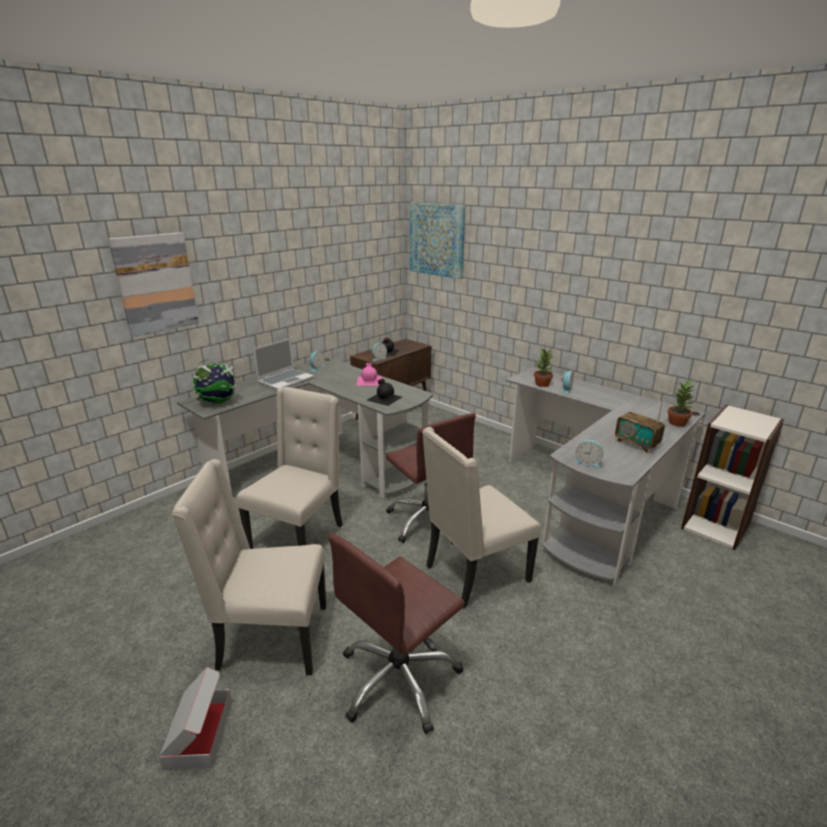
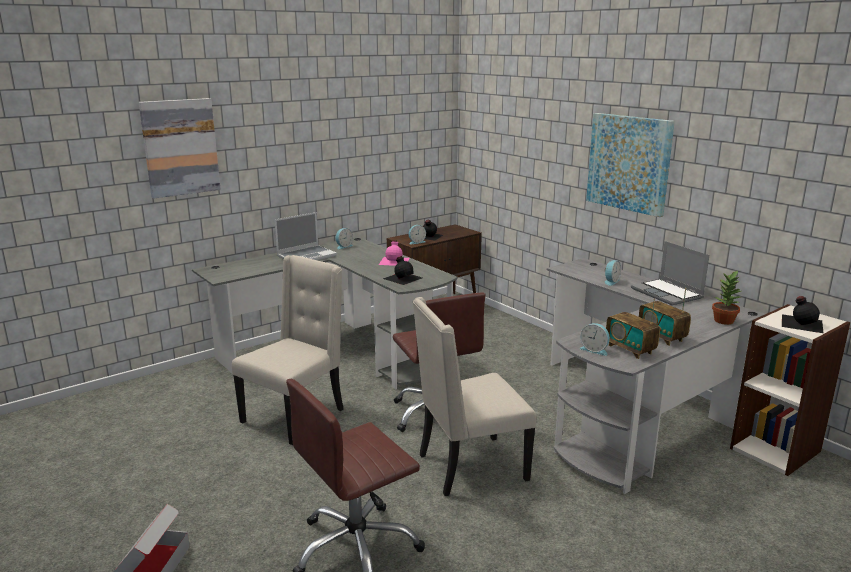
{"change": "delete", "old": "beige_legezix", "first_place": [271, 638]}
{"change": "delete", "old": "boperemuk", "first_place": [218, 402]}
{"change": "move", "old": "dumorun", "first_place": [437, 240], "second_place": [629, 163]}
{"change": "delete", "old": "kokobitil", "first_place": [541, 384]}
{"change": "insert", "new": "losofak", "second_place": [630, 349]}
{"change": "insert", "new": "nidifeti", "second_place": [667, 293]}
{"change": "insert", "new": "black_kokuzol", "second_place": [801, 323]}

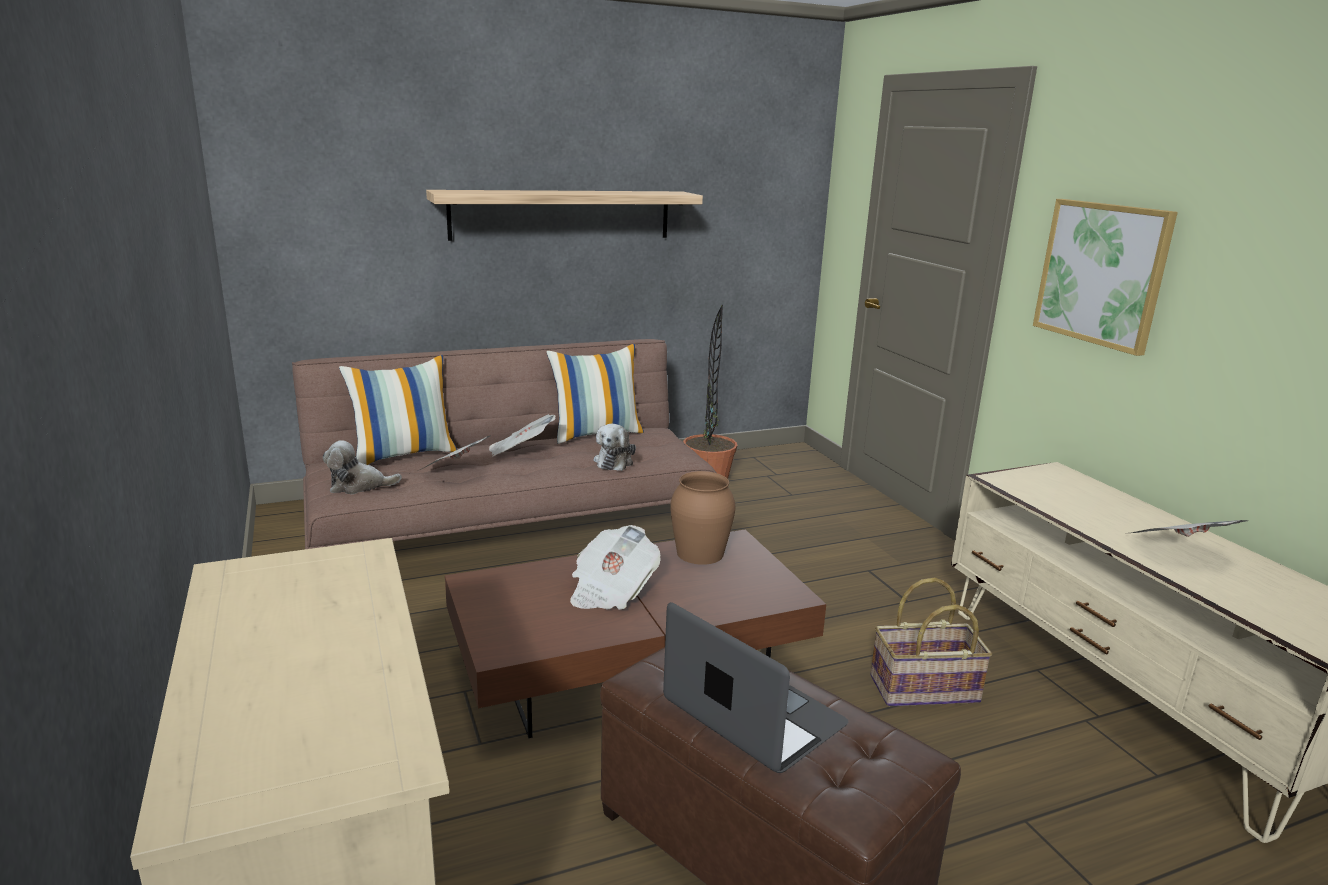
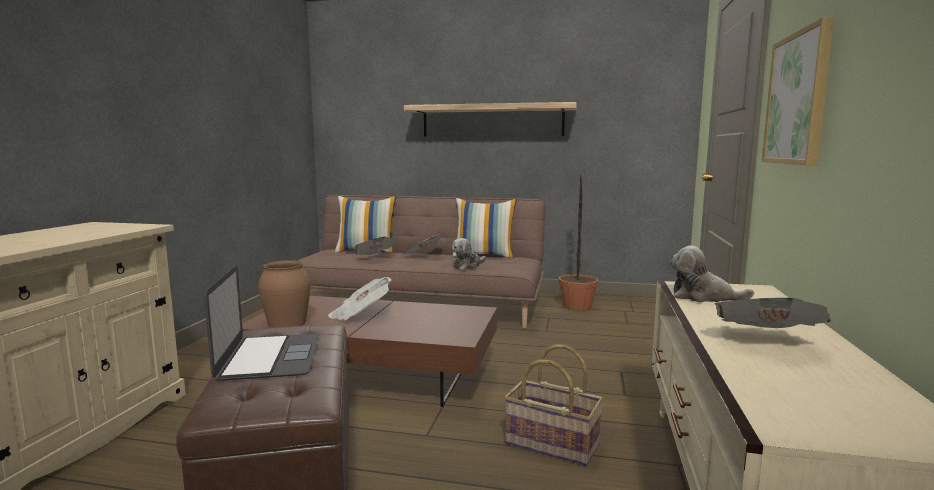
{"change": "move", "old": "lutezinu", "first_place": [358, 486], "second_place": [703, 297]}
{"change": "move", "old": "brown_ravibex", "first_place": [699, 553], "second_place": [286, 323]}

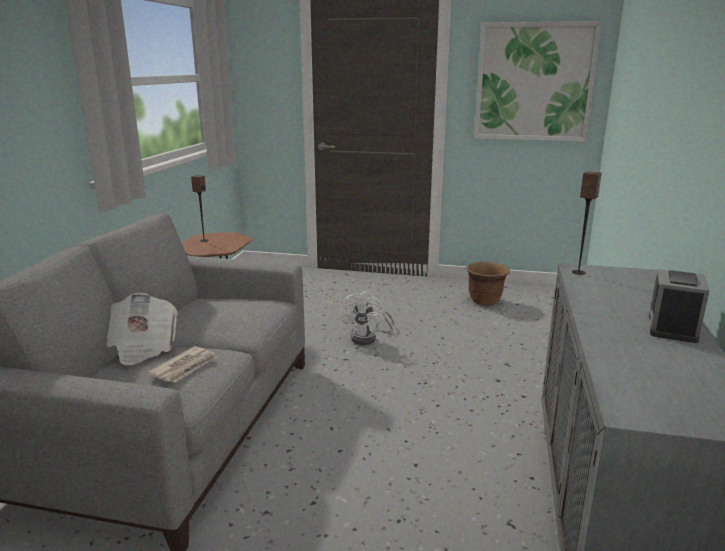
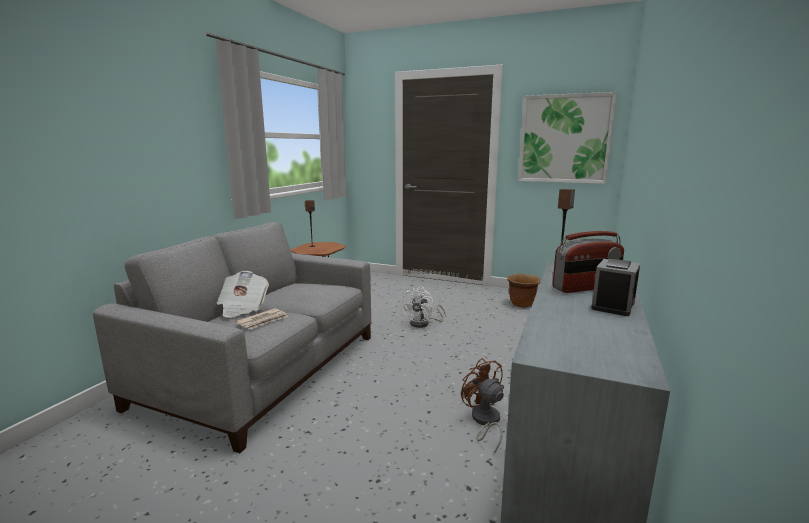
{"change": "insert", "new": "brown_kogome", "second_place": [484, 422]}
{"change": "insert", "new": "losofak", "second_place": [586, 287]}

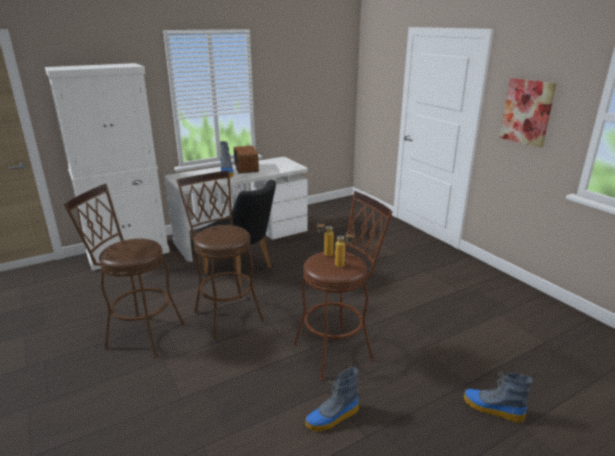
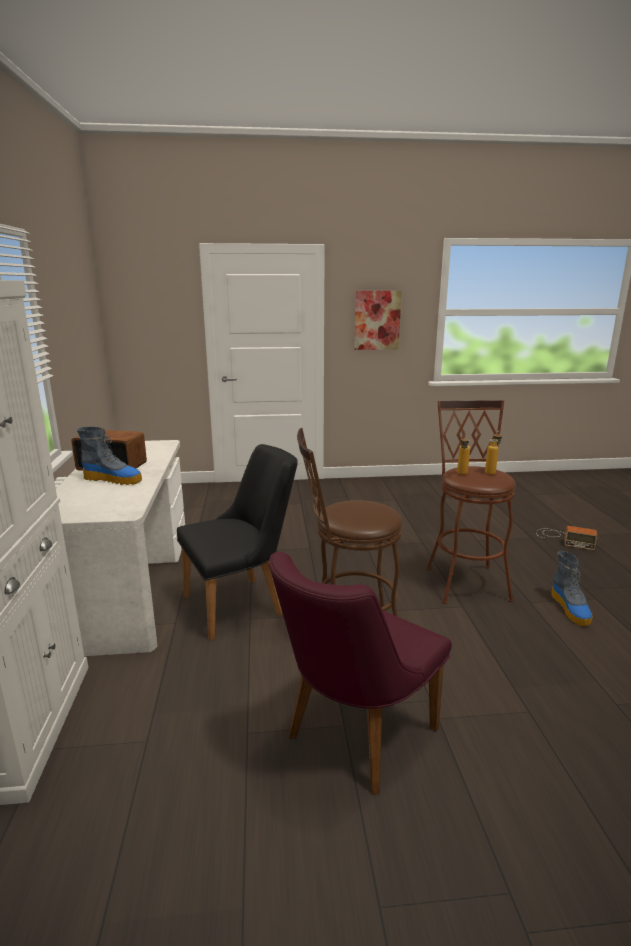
{"change": "replace", "old": "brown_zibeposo", "new": "purple_legezix", "first_place": [140, 334], "second_place": [352, 738]}
{"change": "replace", "old": "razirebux", "new": "losofak", "first_place": [492, 409], "second_place": [563, 538]}

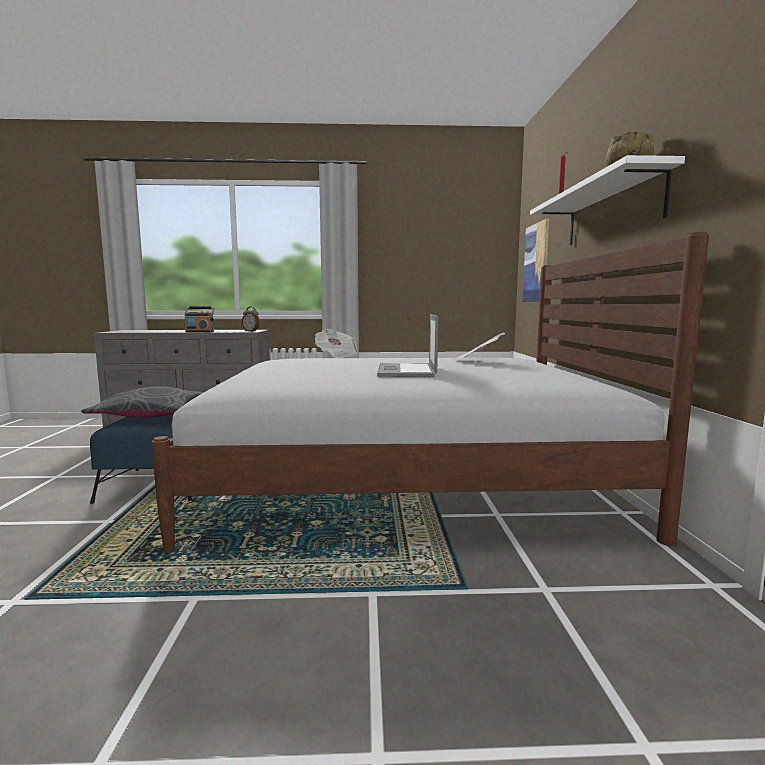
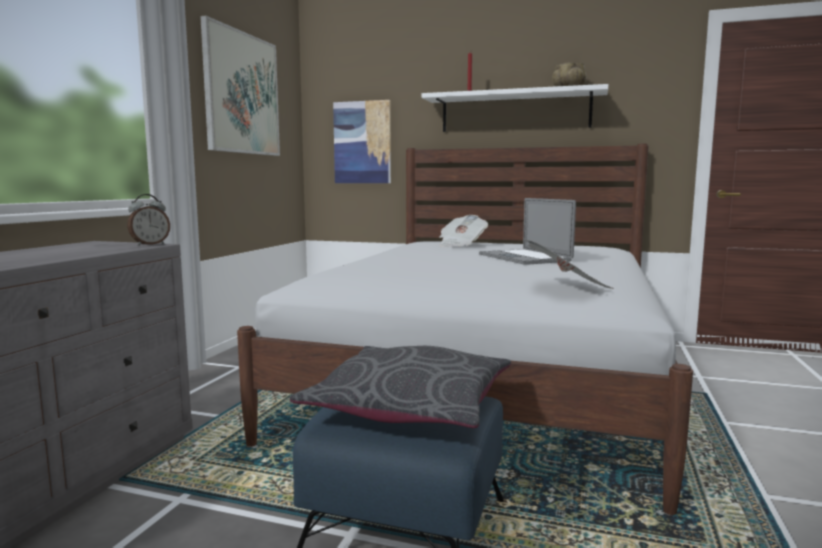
{"change": "delete", "old": "losofak", "first_place": [199, 331]}
{"change": "move", "old": "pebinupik", "first_place": [336, 356], "second_place": [567, 287]}
{"change": "rotate", "old": "nidifeti", "first_place": [406, 371], "second_place": [524, 257], "degrees": 45}
{"change": "insert", "new": "dumorun", "second_place": [242, 93]}

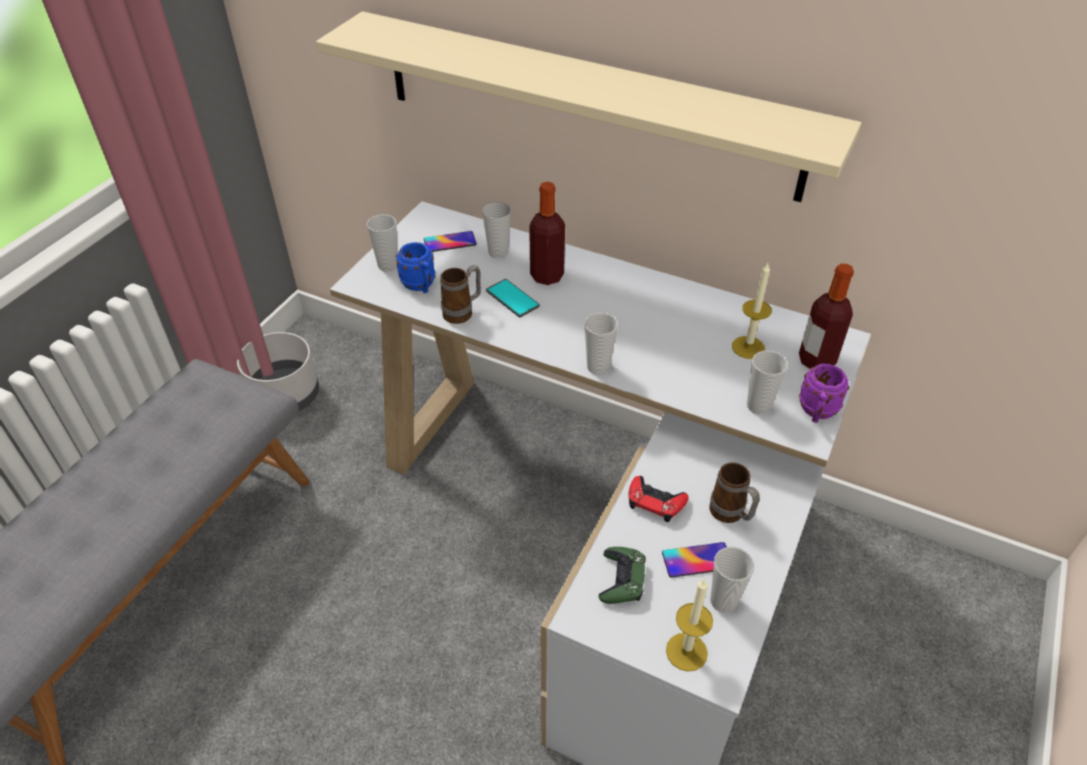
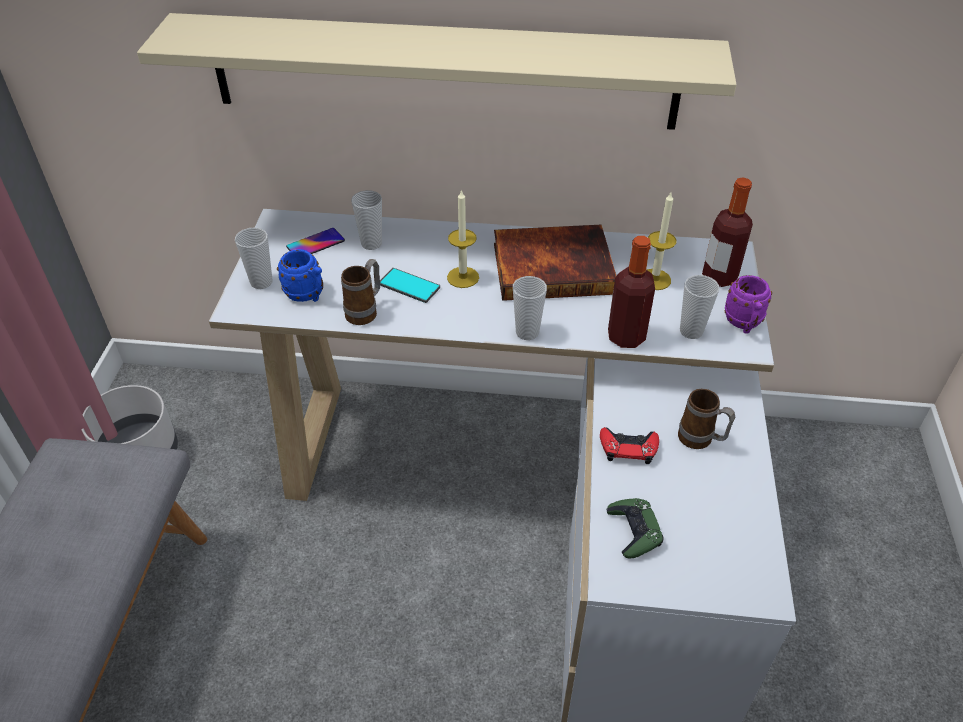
{"change": "move", "old": "kokuzol", "first_place": [547, 276], "second_place": [626, 337]}
{"change": "delete", "old": "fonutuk", "first_place": [697, 560]}
{"change": "move", "old": "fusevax", "first_place": [686, 651], "second_place": [463, 277]}
{"change": "delete", "old": "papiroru", "first_place": [723, 601]}
{"change": "insert", "new": "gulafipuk", "second_place": [553, 266]}

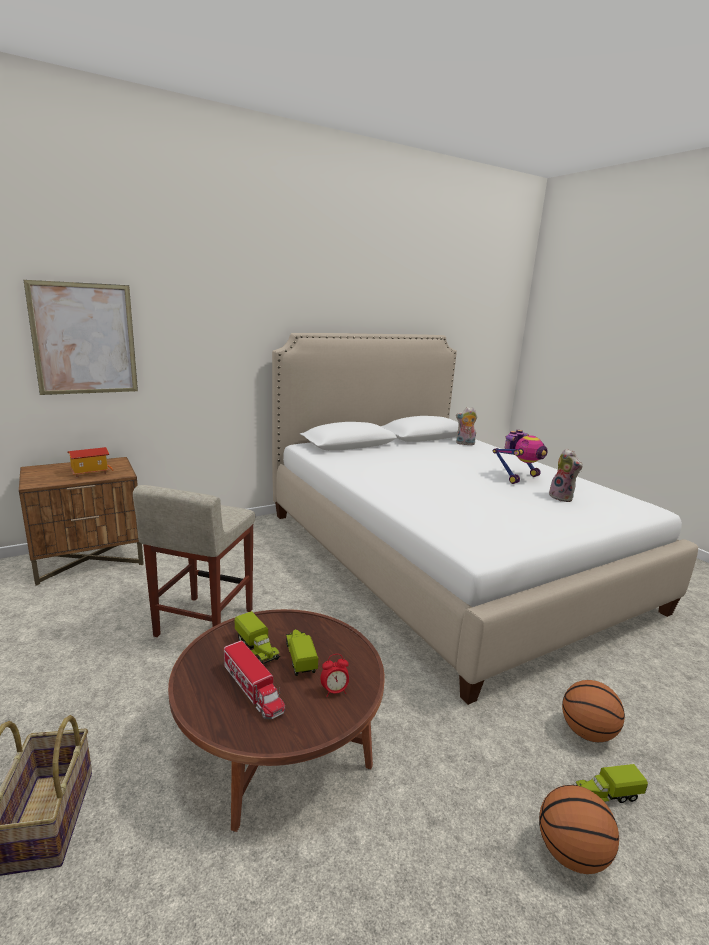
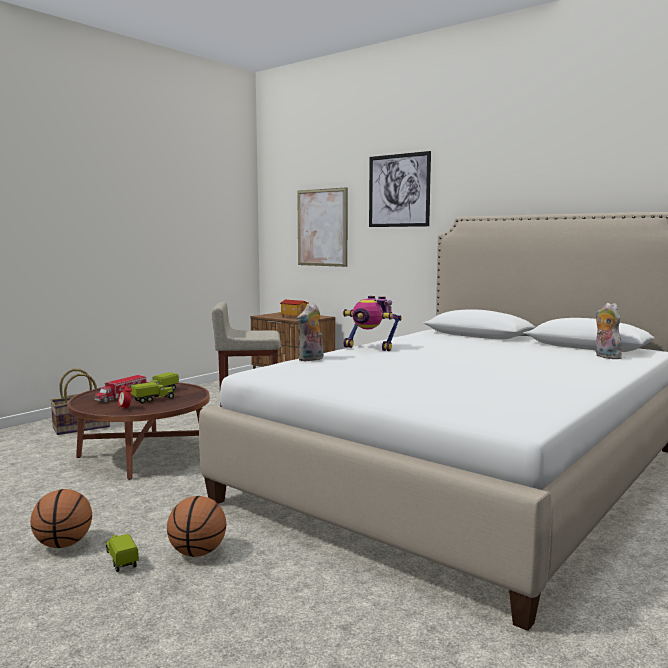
{"change": "move", "old": "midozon", "first_place": [519, 477], "second_place": [370, 348]}
{"change": "move", "old": "lutezinu", "first_place": [562, 497], "second_place": [311, 359]}
{"change": "insert", "new": "dumorun", "second_place": [399, 190]}

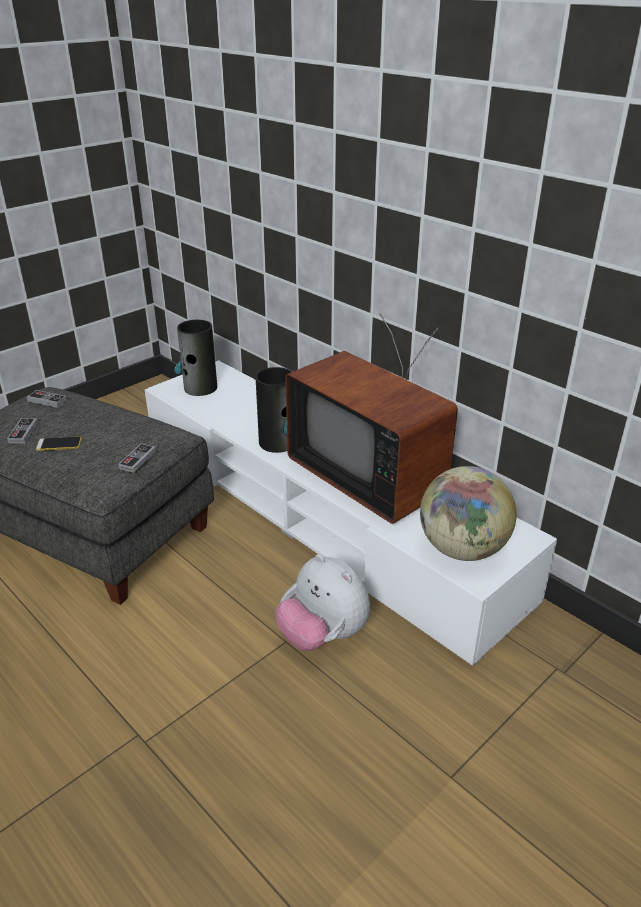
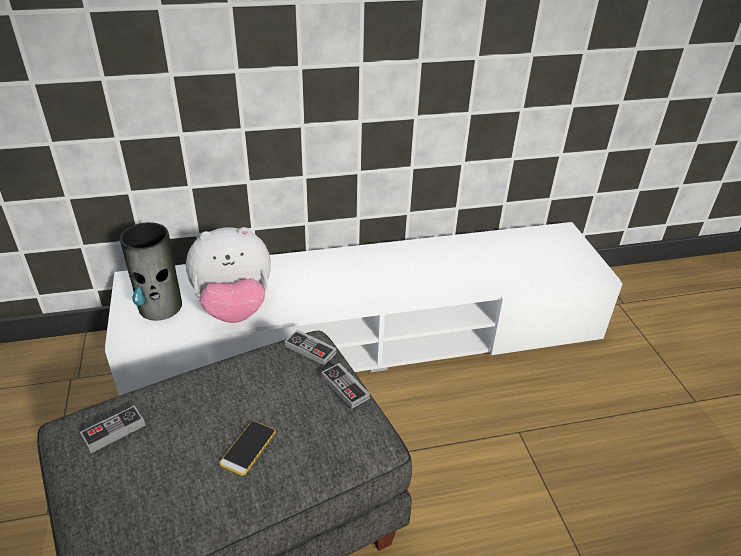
{"change": "move", "old": "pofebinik", "first_place": [23, 433], "second_place": [310, 349]}
{"change": "delete", "old": "ravibex", "first_place": [278, 442]}
{"change": "move", "old": "lutezinu", "first_place": [323, 635], "second_place": [234, 307]}
{"change": "delete", "old": "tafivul", "first_place": [372, 476]}
{"change": "delete", "old": "boperemuk", "first_place": [462, 549]}

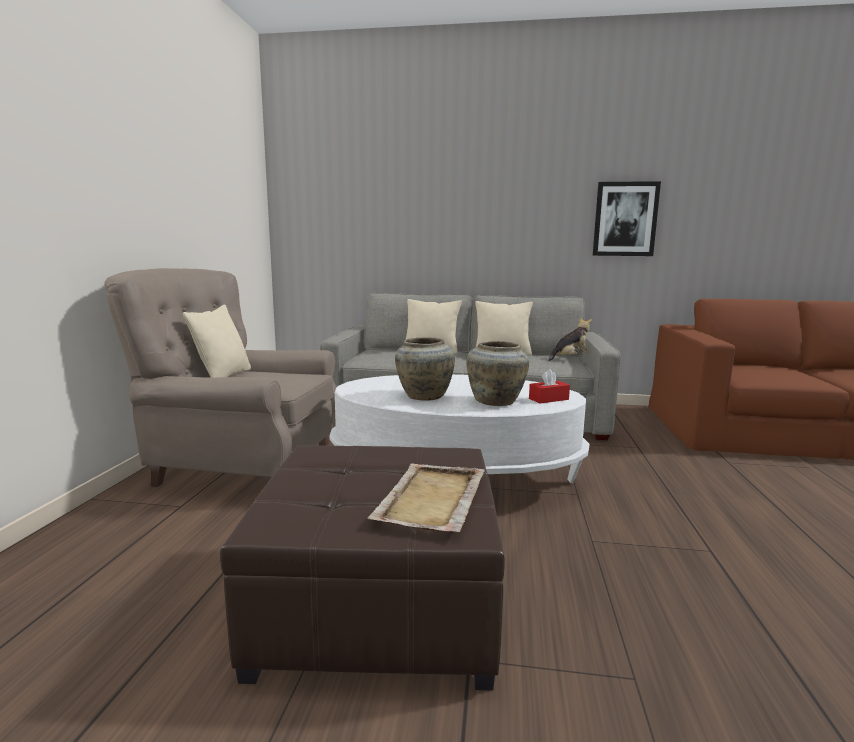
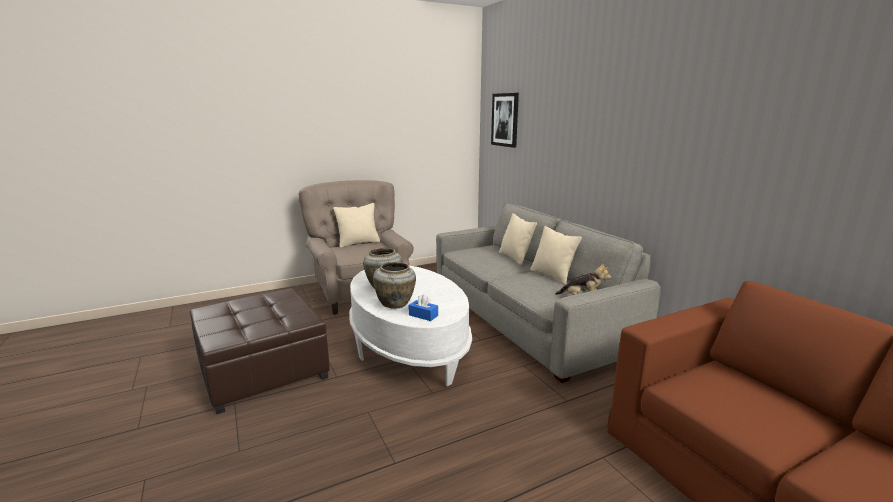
{"change": "delete", "old": "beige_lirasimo", "first_place": [431, 500]}
{"change": "recolor", "old": "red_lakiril", "new": "blue_lakiril", "first_place": [548, 399], "second_place": [423, 315]}
{"change": "move", "old": "dumorun", "first_place": [625, 219], "second_place": [505, 120]}

